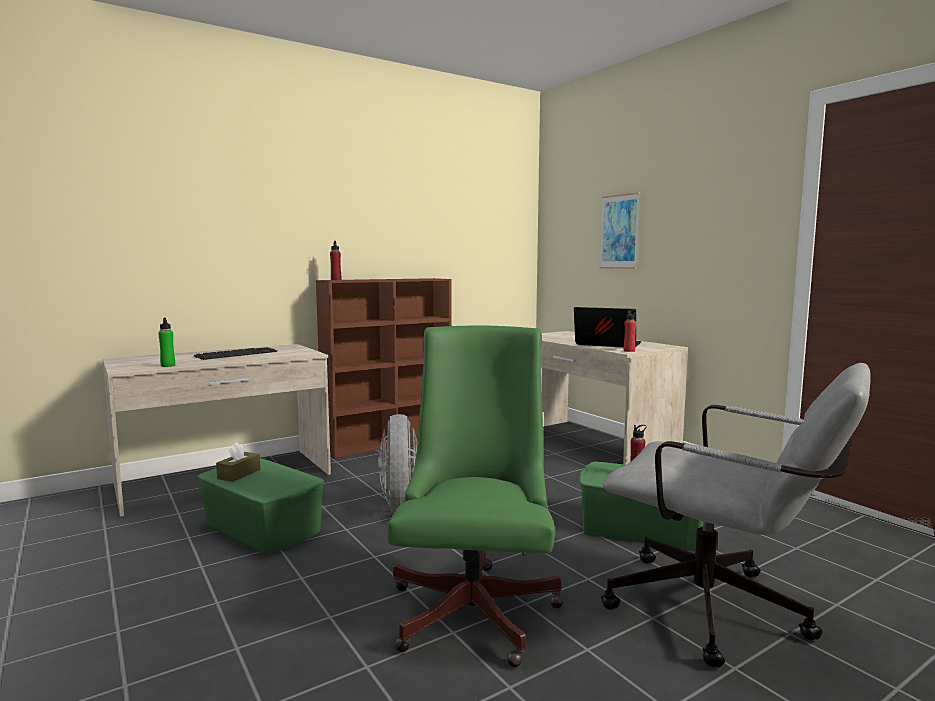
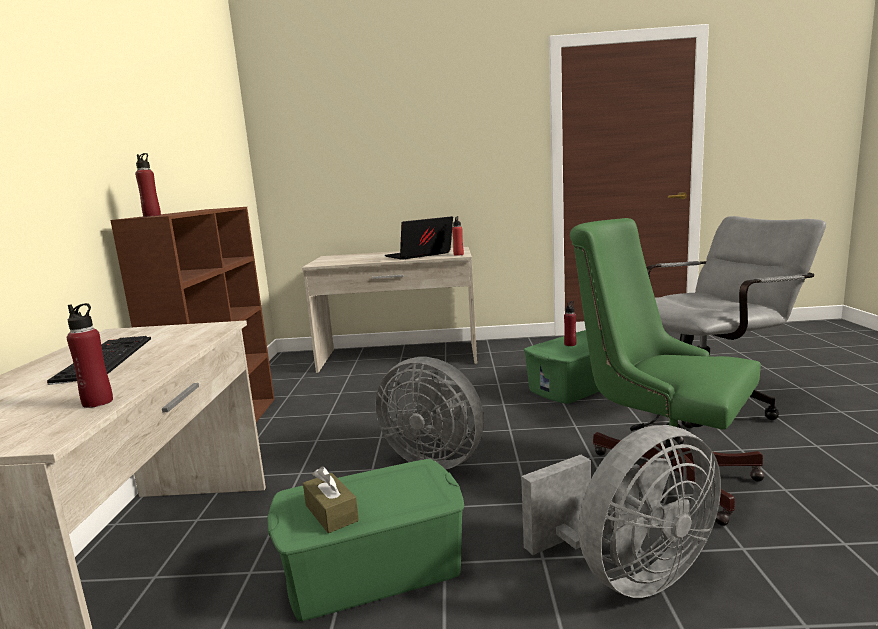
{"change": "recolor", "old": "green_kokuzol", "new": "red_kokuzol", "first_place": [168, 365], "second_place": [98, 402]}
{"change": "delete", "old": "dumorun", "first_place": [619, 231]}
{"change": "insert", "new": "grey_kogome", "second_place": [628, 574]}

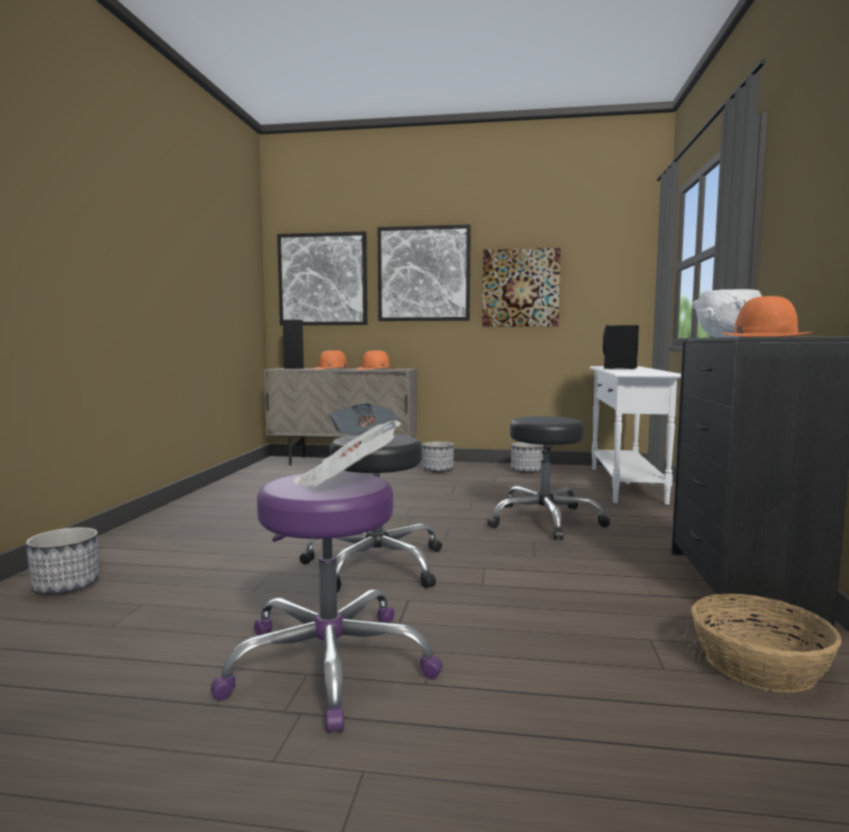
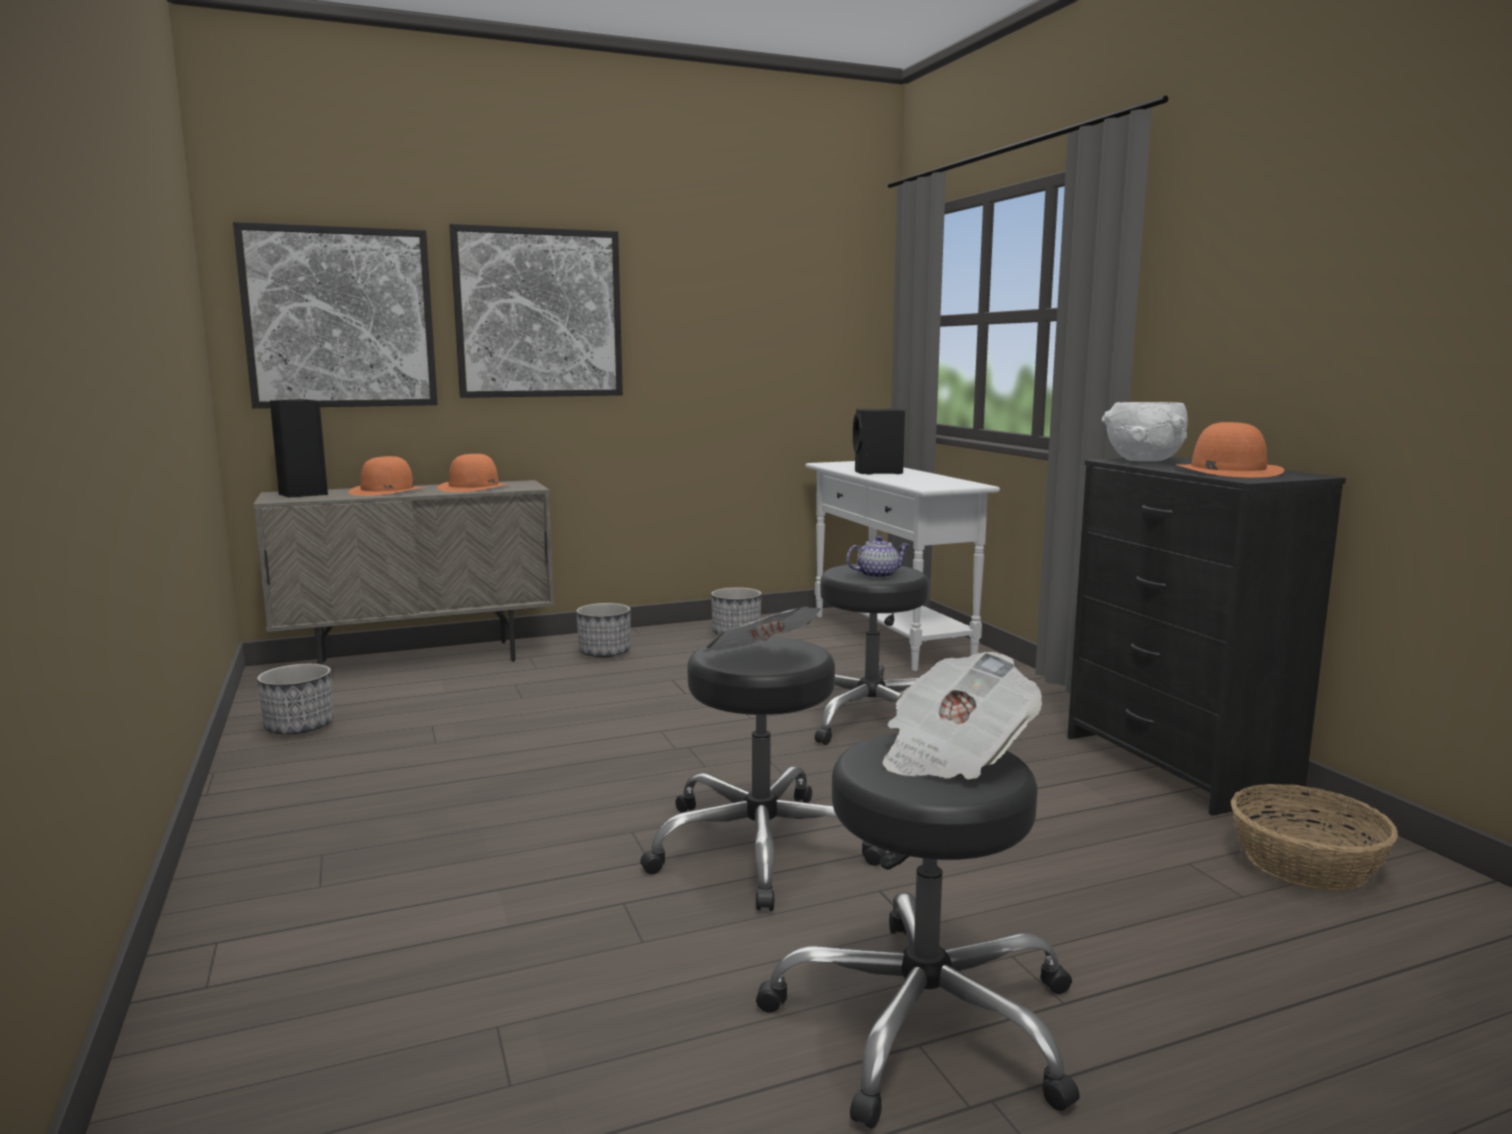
{"change": "move", "old": "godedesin", "first_place": [66, 586], "second_place": [300, 727]}
{"change": "recolor", "old": "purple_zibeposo", "new": "black_zibeposo", "first_place": [329, 664], "second_place": [925, 1020]}
{"change": "delete", "old": "dumorun", "first_place": [520, 288]}
{"change": "insert", "new": "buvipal", "second_place": [877, 575]}

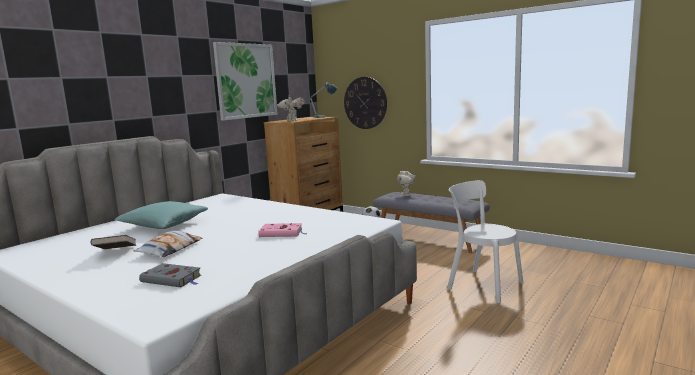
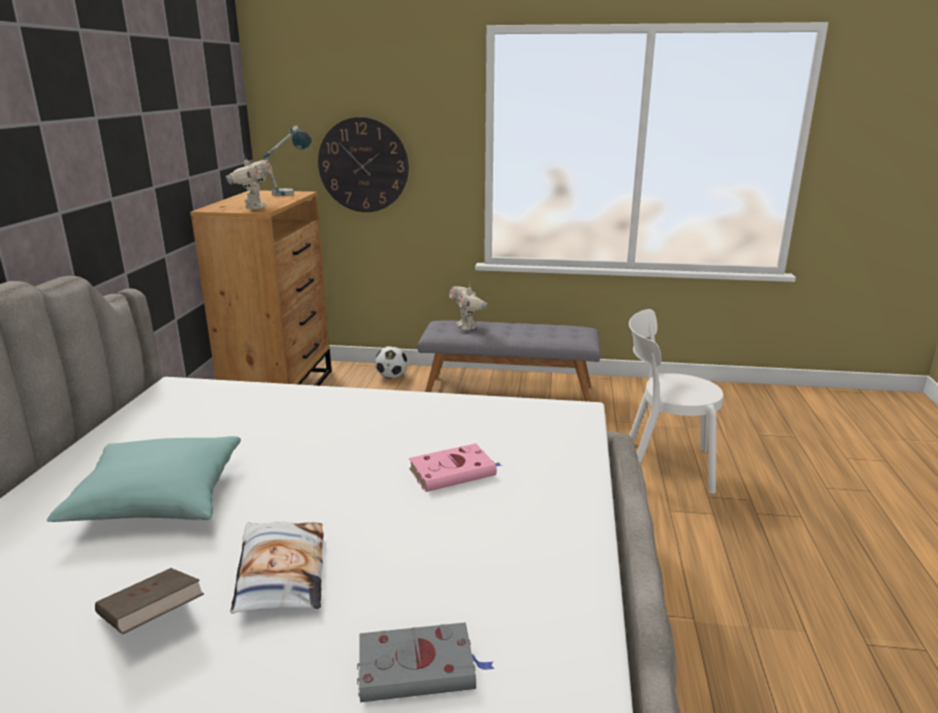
{"change": "delete", "old": "dumorun", "first_place": [246, 81]}

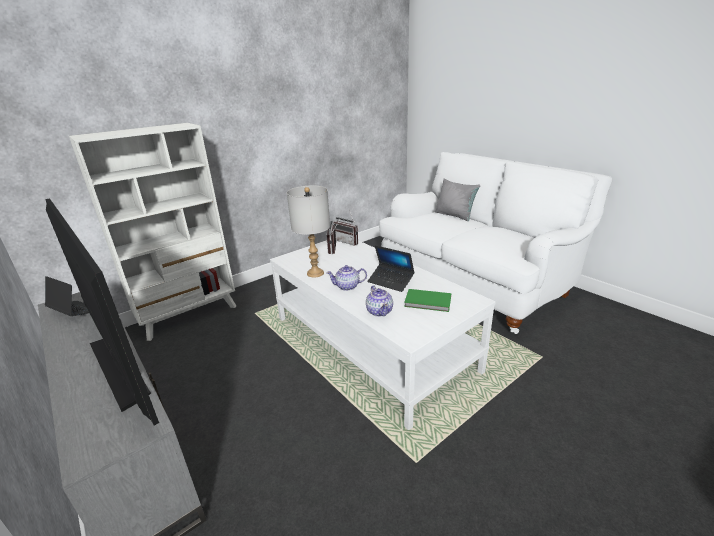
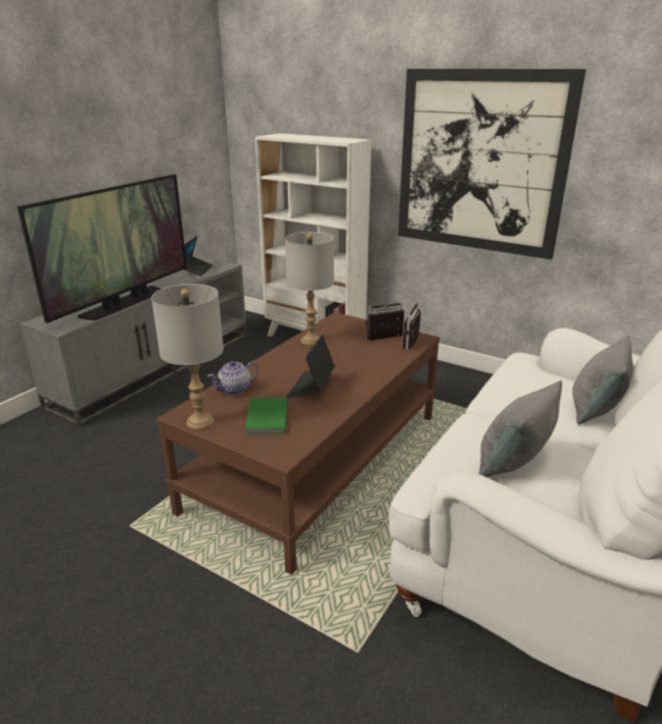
{"change": "recolor", "old": "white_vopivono", "new": "brown_vopivono", "first_place": [371, 343], "second_place": [317, 461]}
{"change": "delete", "old": "buvipal", "first_place": [347, 286]}
{"change": "insert", "new": "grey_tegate", "second_place": [200, 421]}
{"change": "insert", "new": "dumorun", "second_place": [480, 163]}
{"change": "insert", "new": "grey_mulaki", "second_place": [513, 463]}

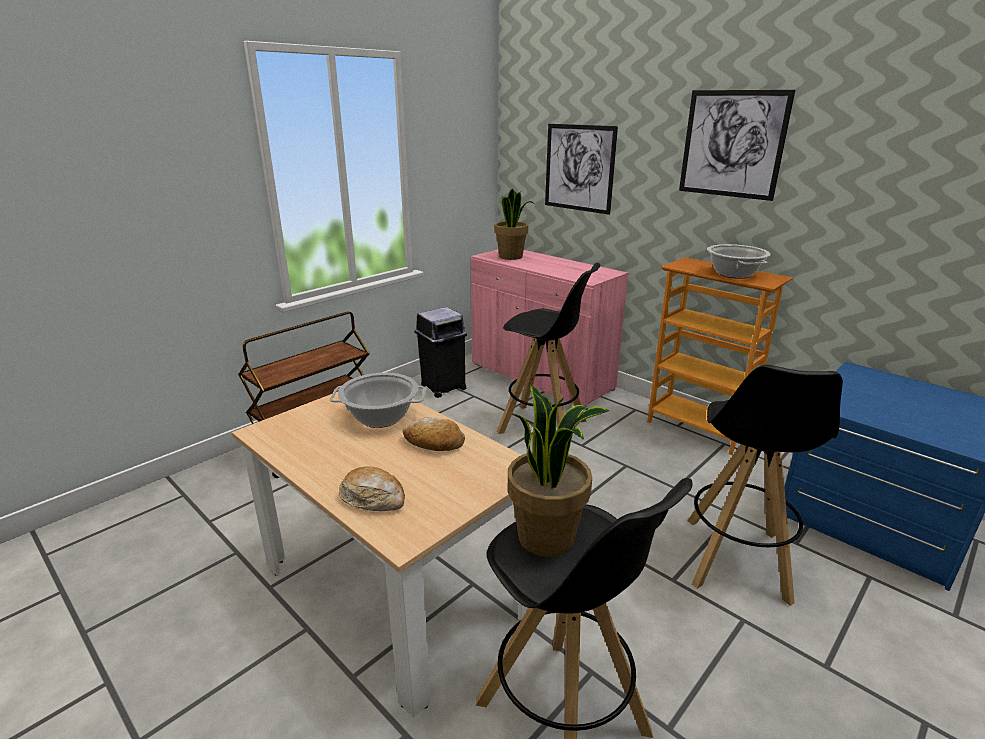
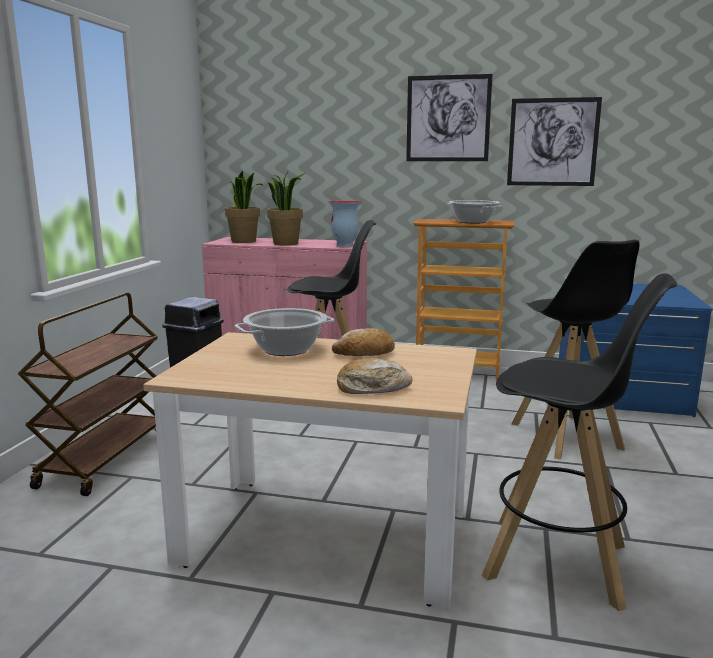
{"change": "move", "old": "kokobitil", "first_place": [547, 537], "second_place": [286, 243]}
{"change": "move", "old": "dumorun", "first_place": [579, 168], "second_place": [552, 142]}
{"change": "insert", "new": "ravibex", "second_place": [345, 246]}

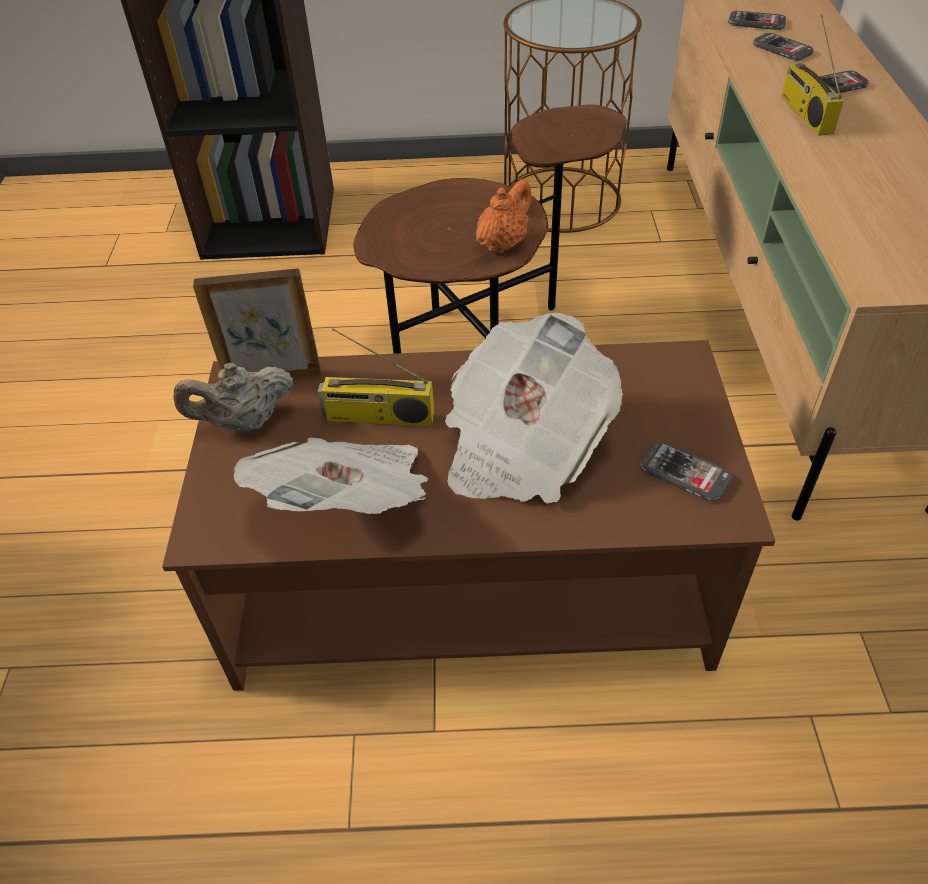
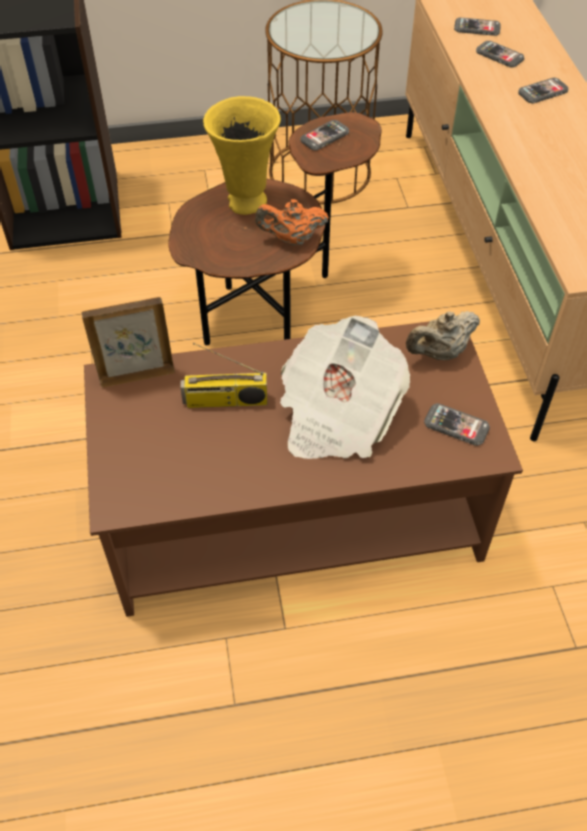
{"change": "move", "old": "beige_buvipal", "first_place": [244, 422], "second_place": [439, 353]}
{"change": "delete", "old": "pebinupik", "first_place": [349, 503]}
{"change": "rotate", "old": "orange_buvipal", "first_place": [503, 244], "second_place": [292, 239], "degrees": -120}
{"change": "delete", "old": "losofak", "first_place": [804, 114]}
{"change": "insert", "new": "yellow_ravibex", "second_place": [246, 203]}
{"change": "insert", "new": "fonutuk", "second_place": [324, 137]}

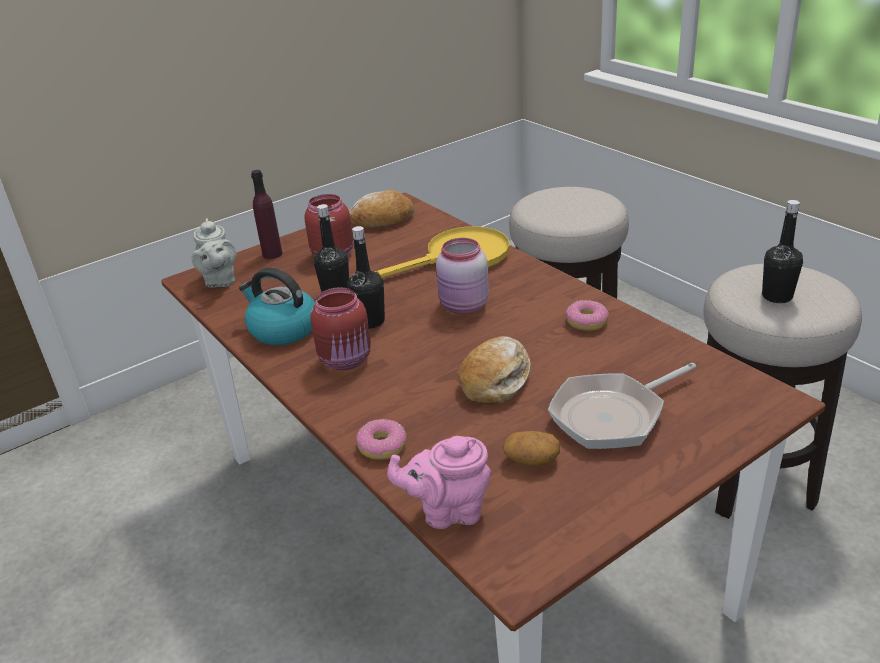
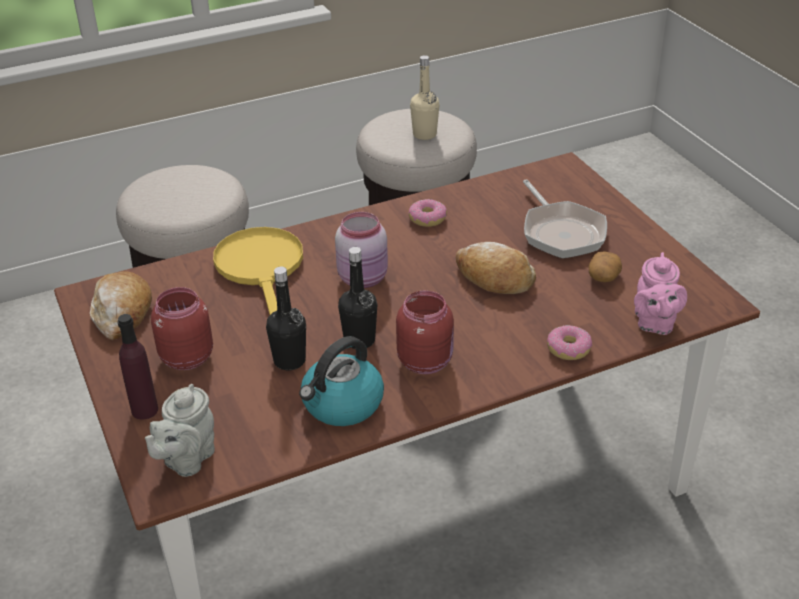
{"change": "rotate", "old": "grey_buvipal", "first_place": [220, 281], "second_place": [186, 460], "degrees": 120}
{"change": "recolor", "old": "black_kokuzol", "new": "beige_kokuzol", "first_place": [777, 296], "second_place": [424, 134]}

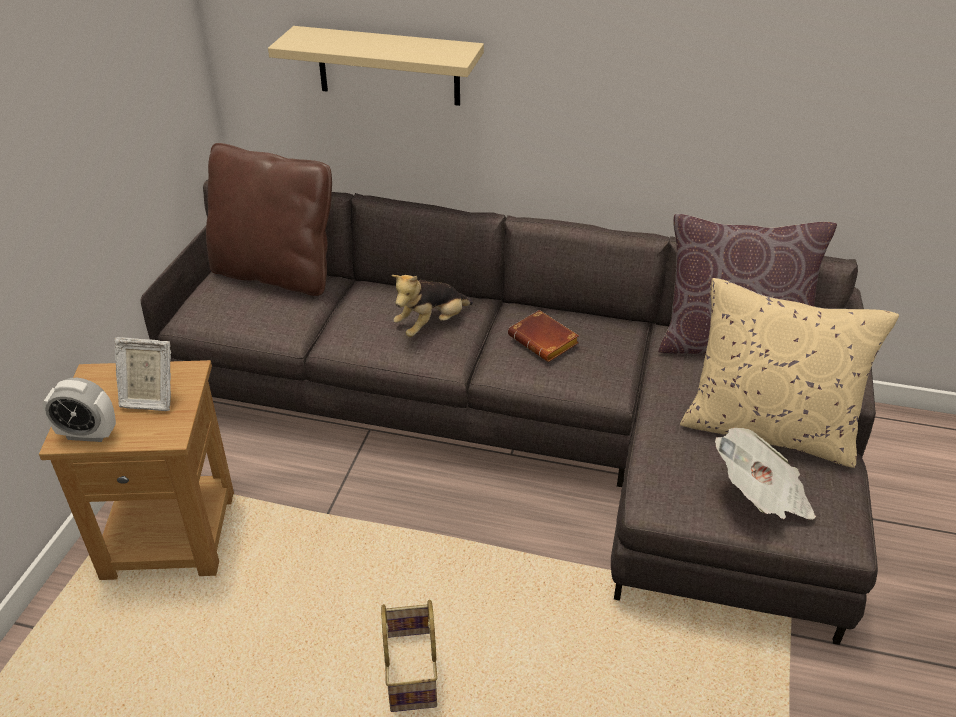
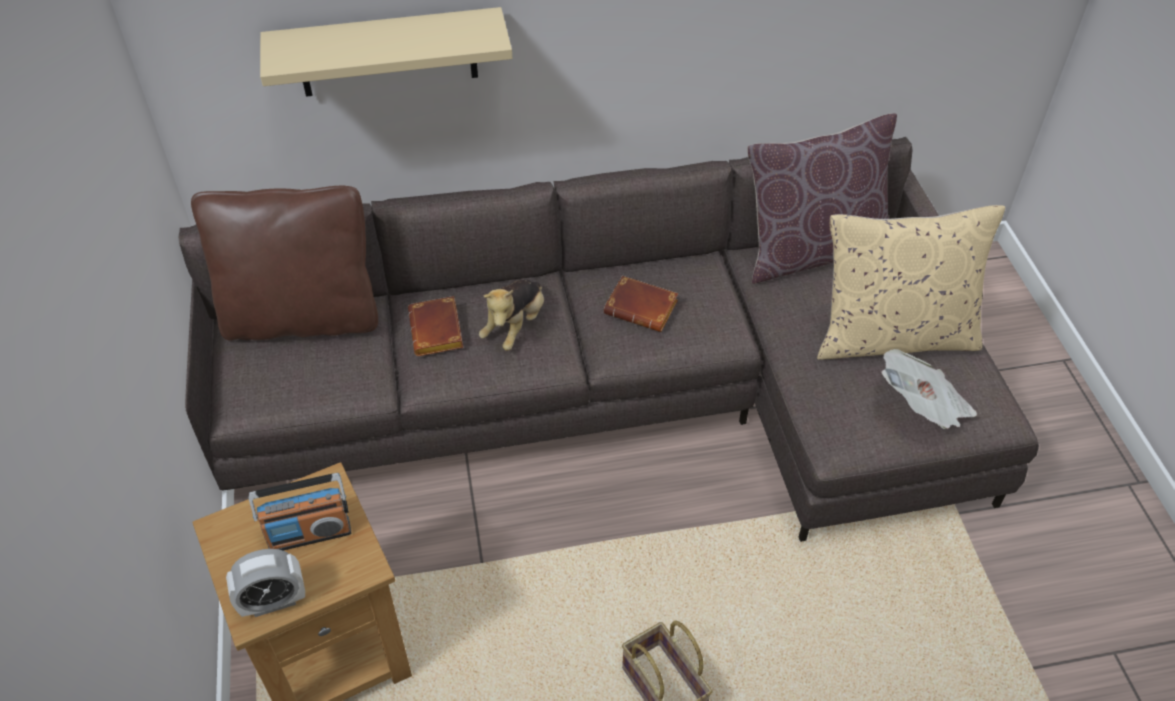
{"change": "replace", "old": "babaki", "new": "losofak", "first_place": [149, 399], "second_place": [309, 534]}
{"change": "insert", "new": "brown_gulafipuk", "second_place": [438, 332]}

